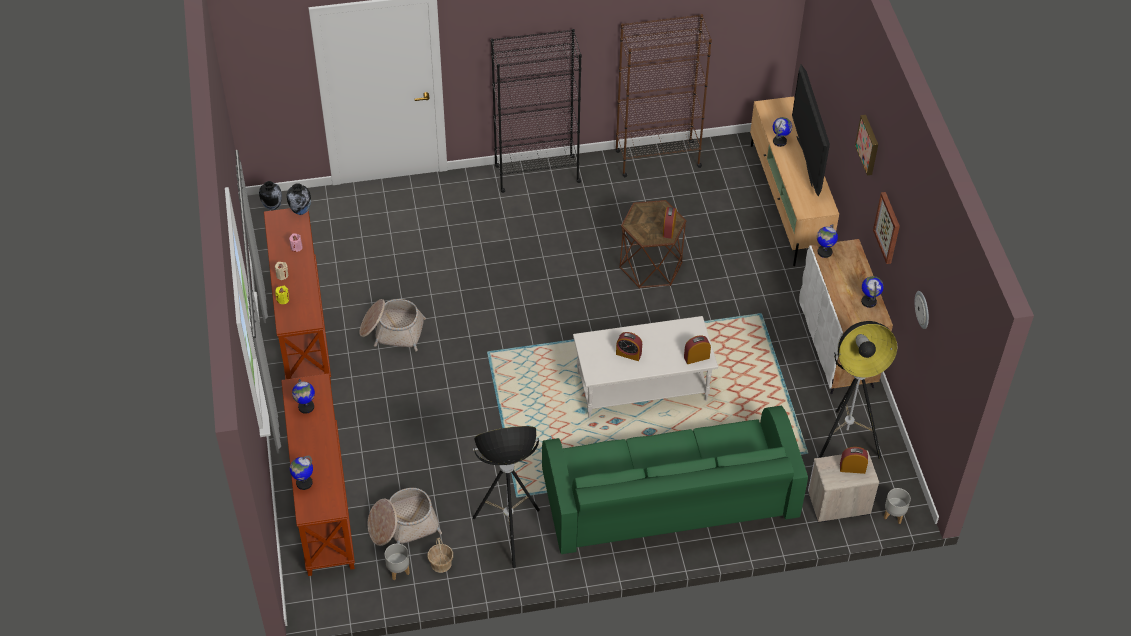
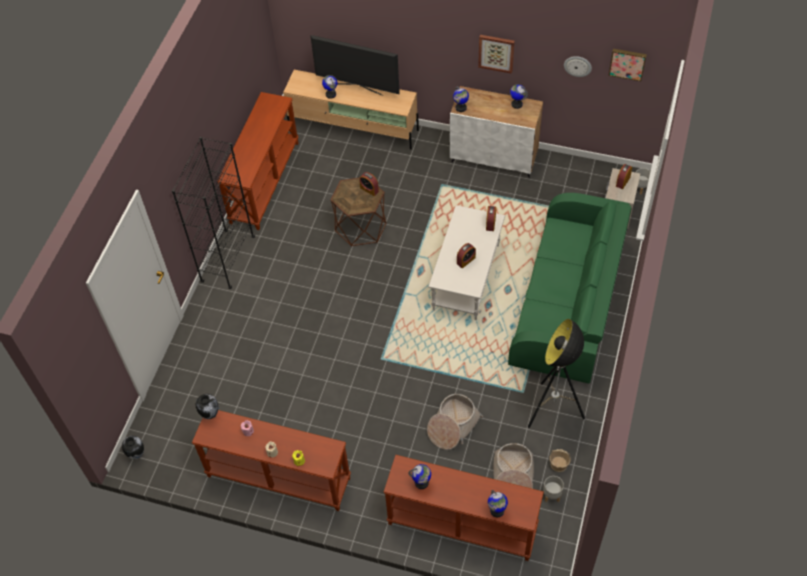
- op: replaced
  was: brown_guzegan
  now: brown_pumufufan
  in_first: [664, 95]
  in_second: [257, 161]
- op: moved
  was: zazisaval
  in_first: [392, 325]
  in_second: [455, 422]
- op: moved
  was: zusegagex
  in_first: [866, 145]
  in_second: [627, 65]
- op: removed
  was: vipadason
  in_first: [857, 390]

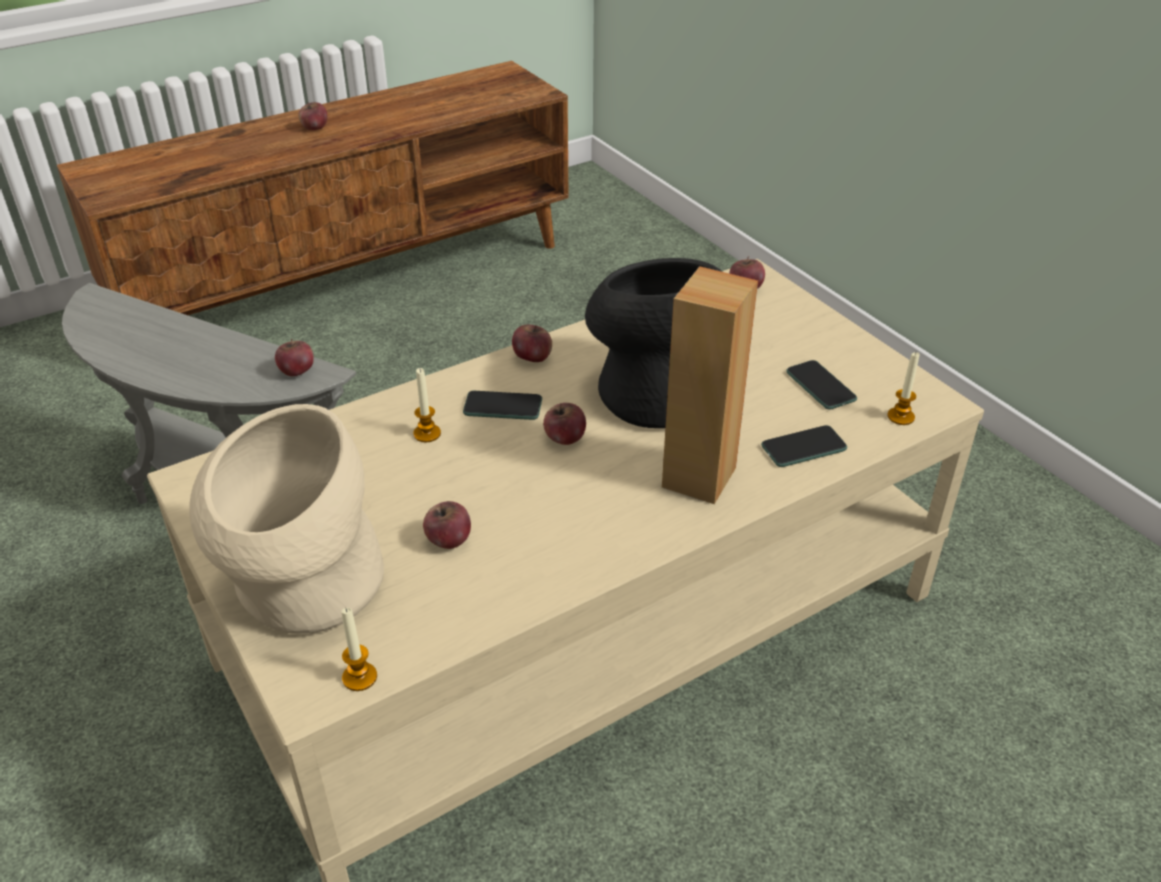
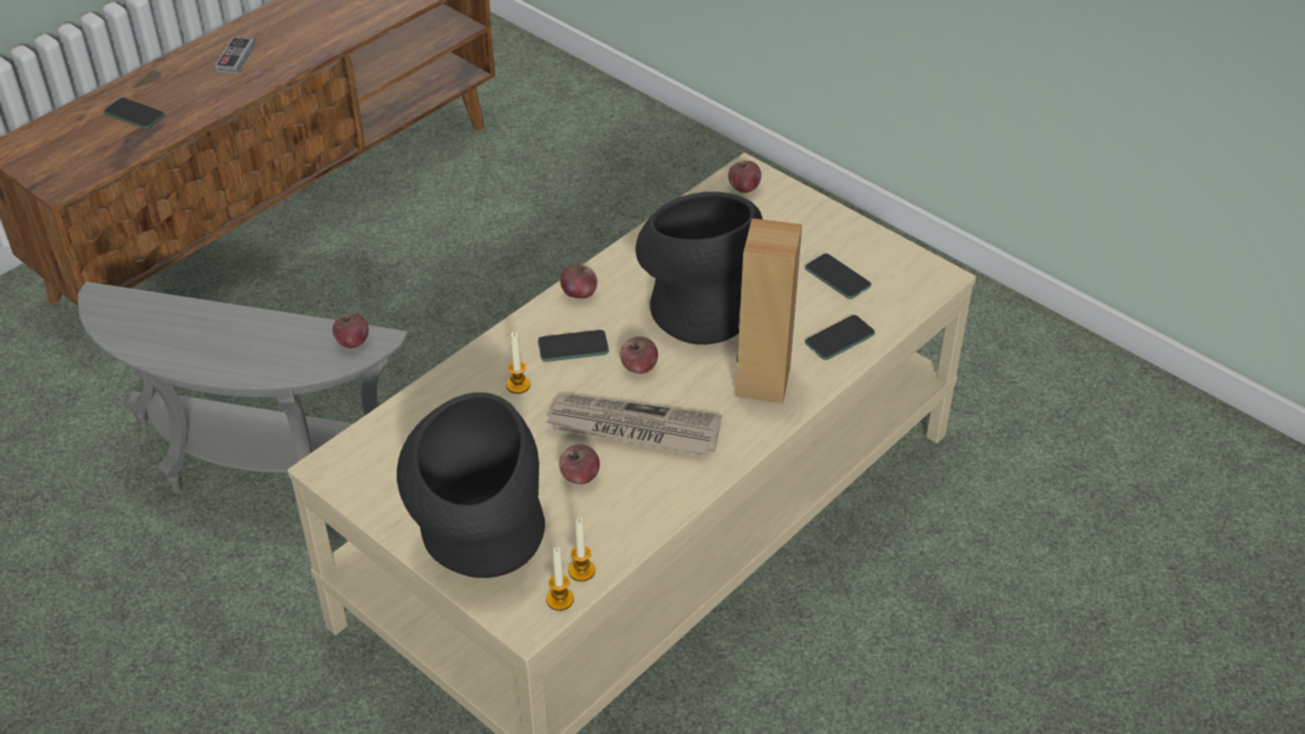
- op: added
  now: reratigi
  in_second: [134, 113]
- op: replaced
  was: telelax
  now: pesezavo
  in_first: [313, 116]
  in_second: [235, 55]
- op: recoloured
  was: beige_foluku
  now: black_foluku
  in_first: [286, 519]
  in_second: [471, 485]
- op: added
  now: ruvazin
  in_second: [634, 425]
- op: moved
  was: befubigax
  in_first: [903, 388]
  in_second: [581, 549]

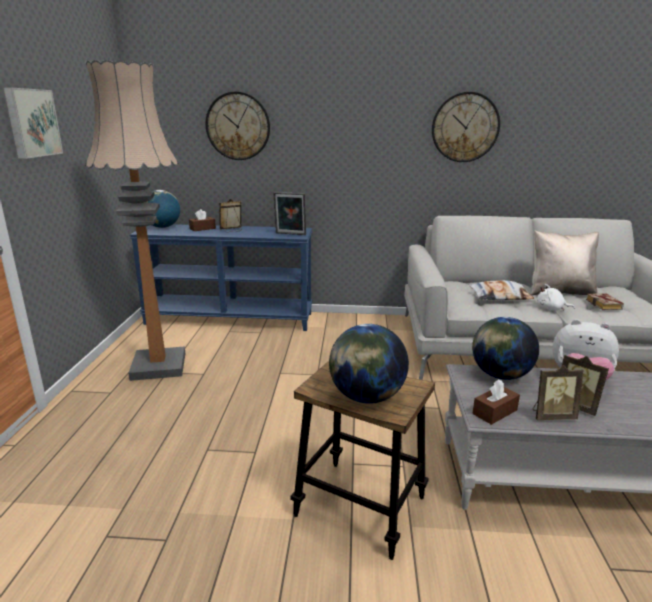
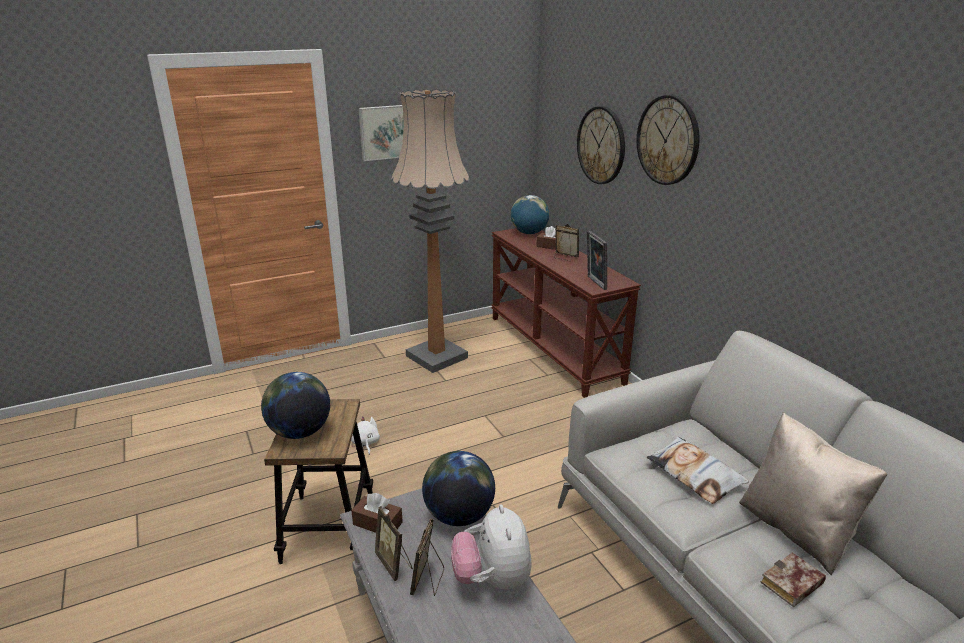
- op: moved
  was: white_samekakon
  in_first: [556, 297]
  in_second: [365, 435]
- op: recoloured
  was: blue_pumufufan
  now: brown_pumufufan
  in_first: [221, 277]
  in_second: [566, 313]
- op: moved
  was: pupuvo
  in_first: [466, 127]
  in_second: [668, 140]

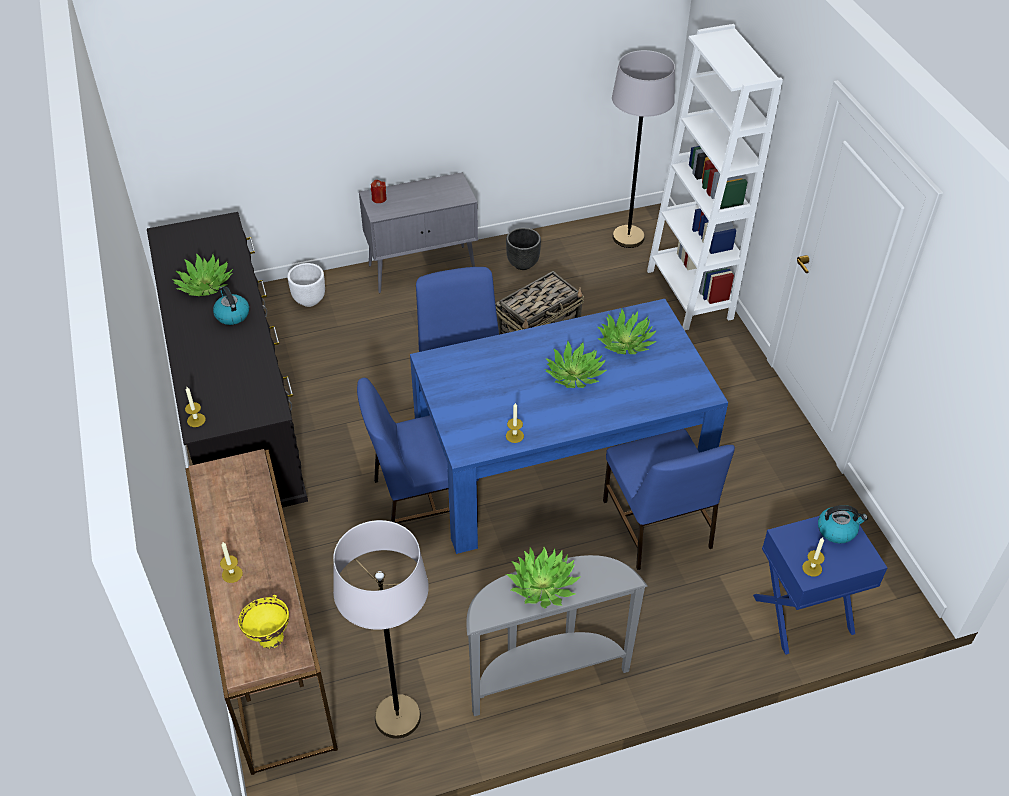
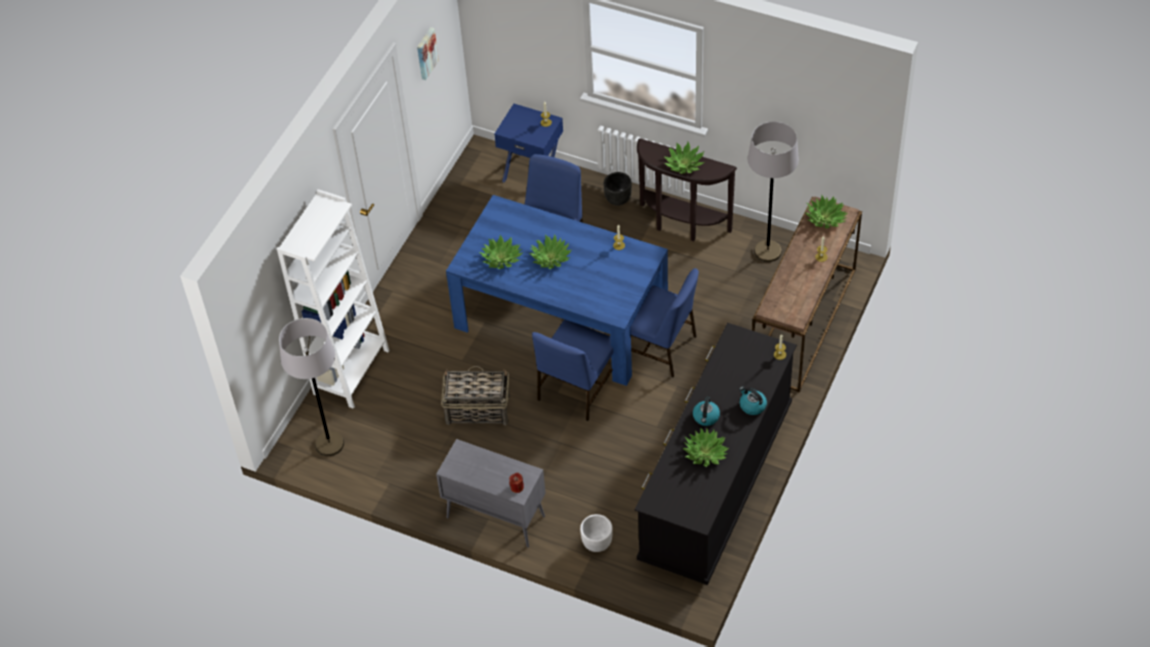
- op: added
  now: zusegagex
  in_second: [428, 53]
- op: moved
  was: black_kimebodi
  in_first: [523, 249]
  in_second: [617, 189]
- op: recoloured
  was: grey_pumufufan
  now: brown_pumufufan
  in_first: [557, 635]
  in_second: [687, 189]
- op: moved
  was: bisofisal
  in_first: [843, 524]
  in_second: [753, 401]
- op: replaced
  was: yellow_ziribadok
  now: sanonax
  in_first: [263, 622]
  in_second: [826, 212]

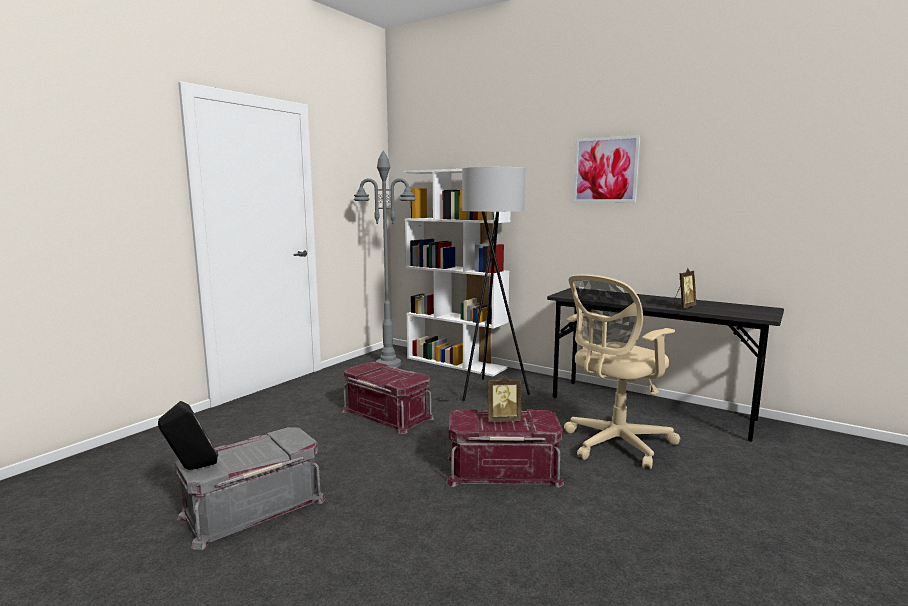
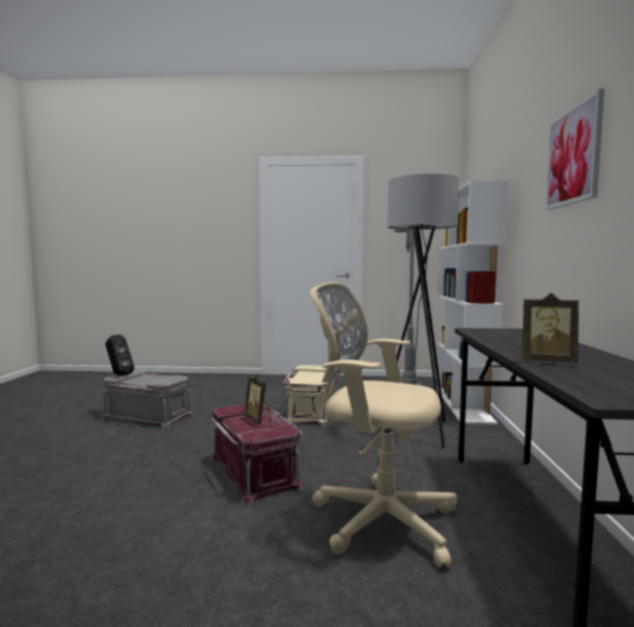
- op: recoloured
  was: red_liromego
  now: beige_liromego
  in_first: [388, 398]
  in_second: [309, 395]

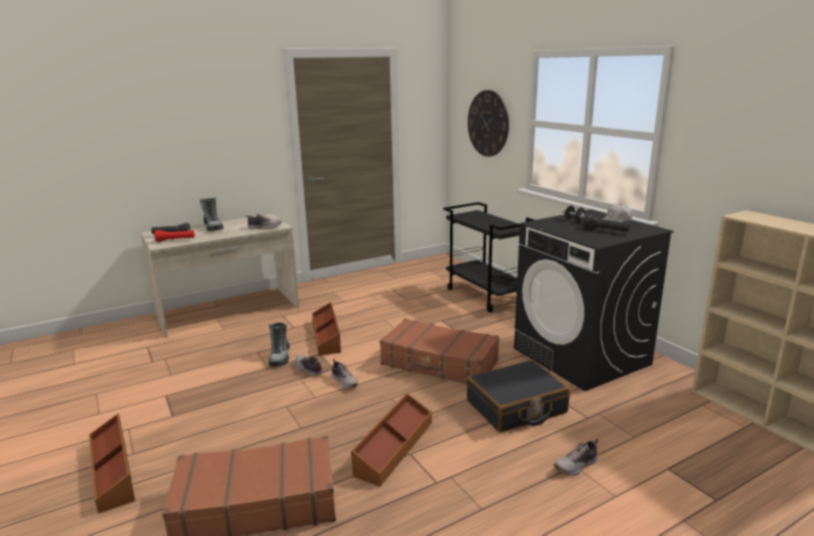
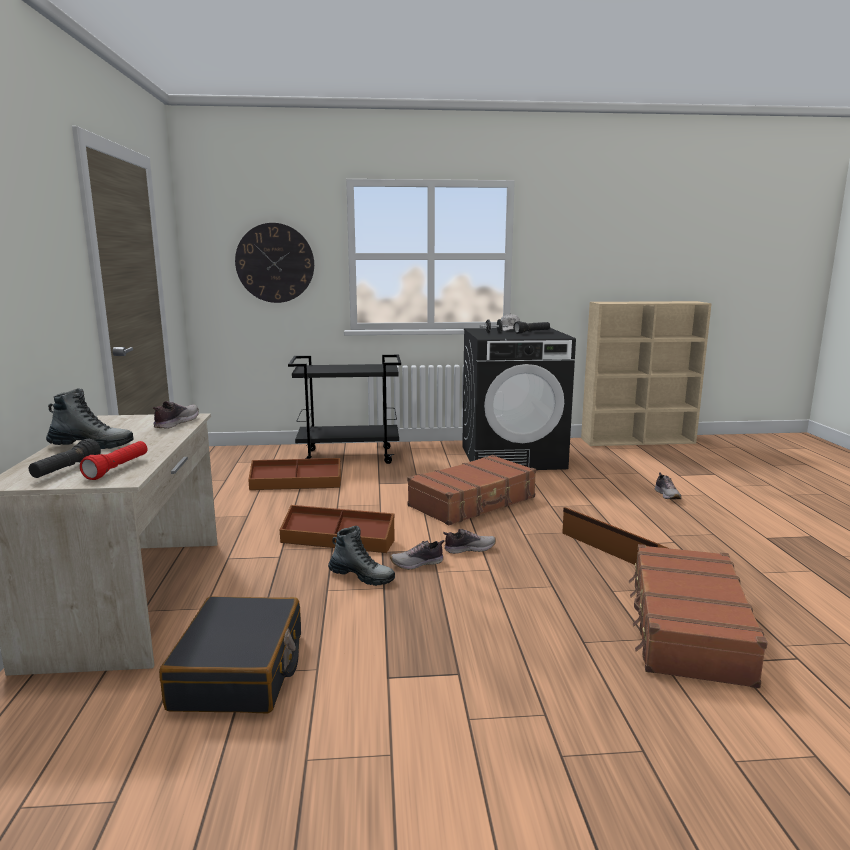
- op: moved
  was: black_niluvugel
  in_first: [518, 396]
  in_second: [230, 654]
- op: moved
  was: brown_liromego
  in_first: [112, 464]
  in_second: [294, 474]

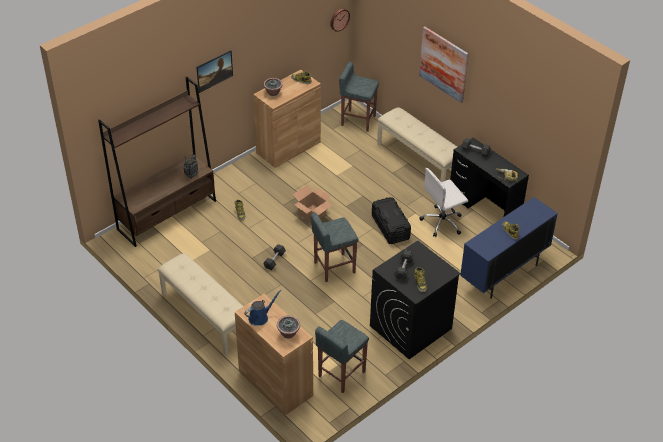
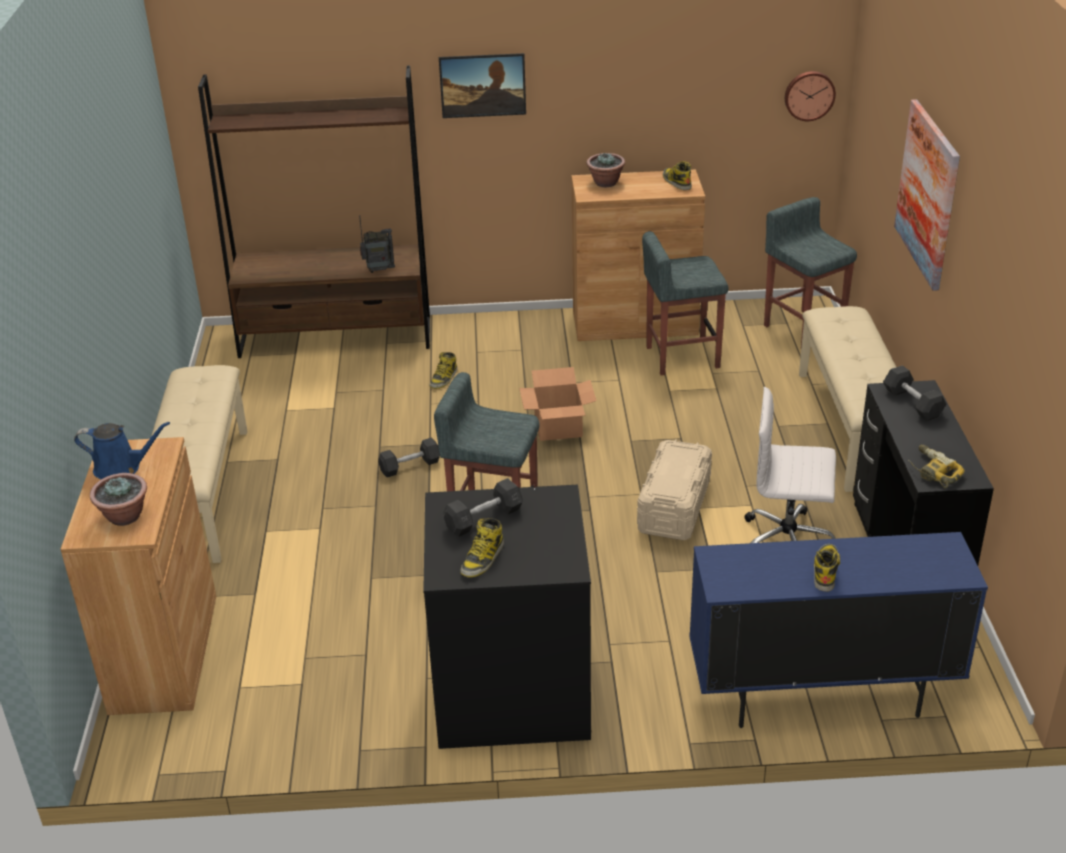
- op: recoloured
  was: black_liromego
  now: beige_liromego
  in_first: [391, 220]
  in_second: [674, 489]
- op: moved
  was: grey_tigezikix
  in_first: [342, 356]
  in_second: [685, 303]

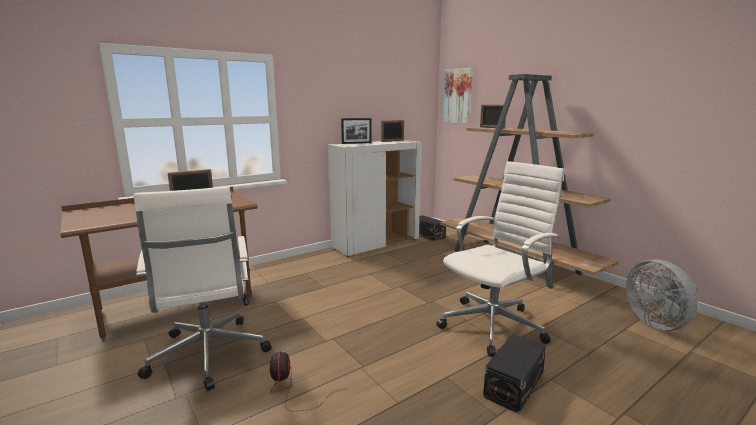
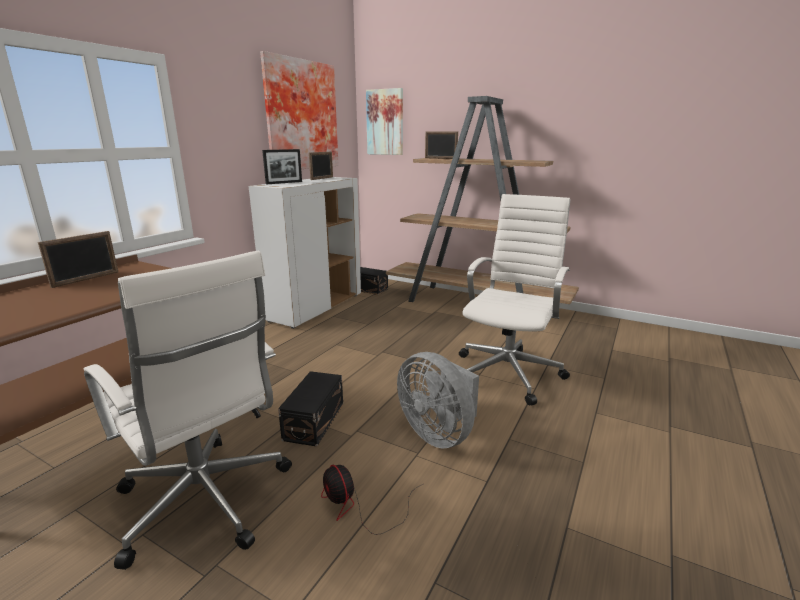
- op: added
  now: zusegagex
  in_second: [299, 110]
- op: moved
  was: black_liromego
  in_first: [514, 373]
  in_second: [310, 409]
- op: moved
  was: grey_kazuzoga
  in_first: [662, 295]
  in_second: [438, 400]

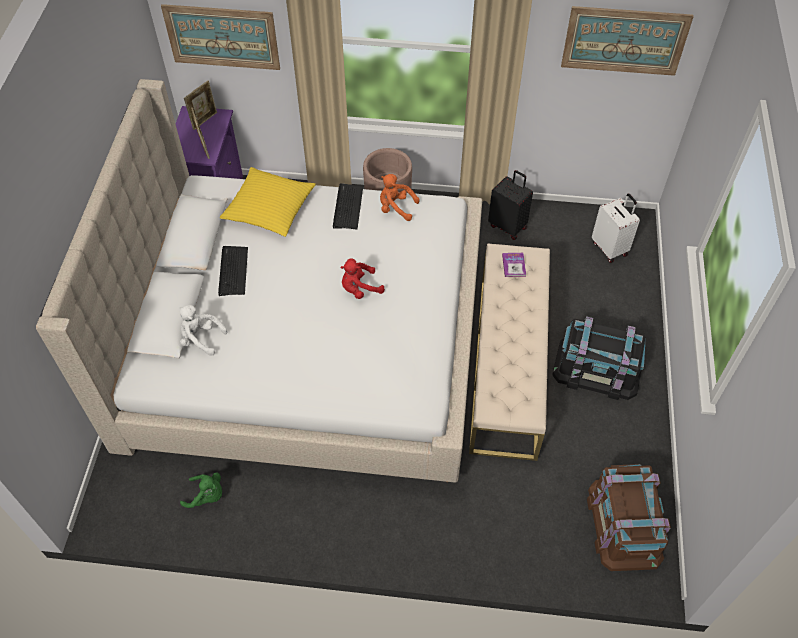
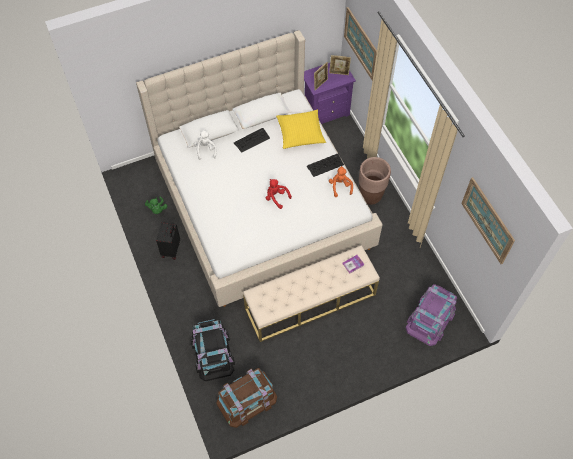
- op: moved
  was: black_niluvugel
  in_first: [510, 205]
  in_second: [168, 241]
- op: moved
  was: black_liromego
  in_first: [600, 358]
  in_second: [213, 350]
- op: replaced
  was: white_niluvugel
  now: purple_liromego
  in_first: [616, 228]
  in_second: [431, 315]

